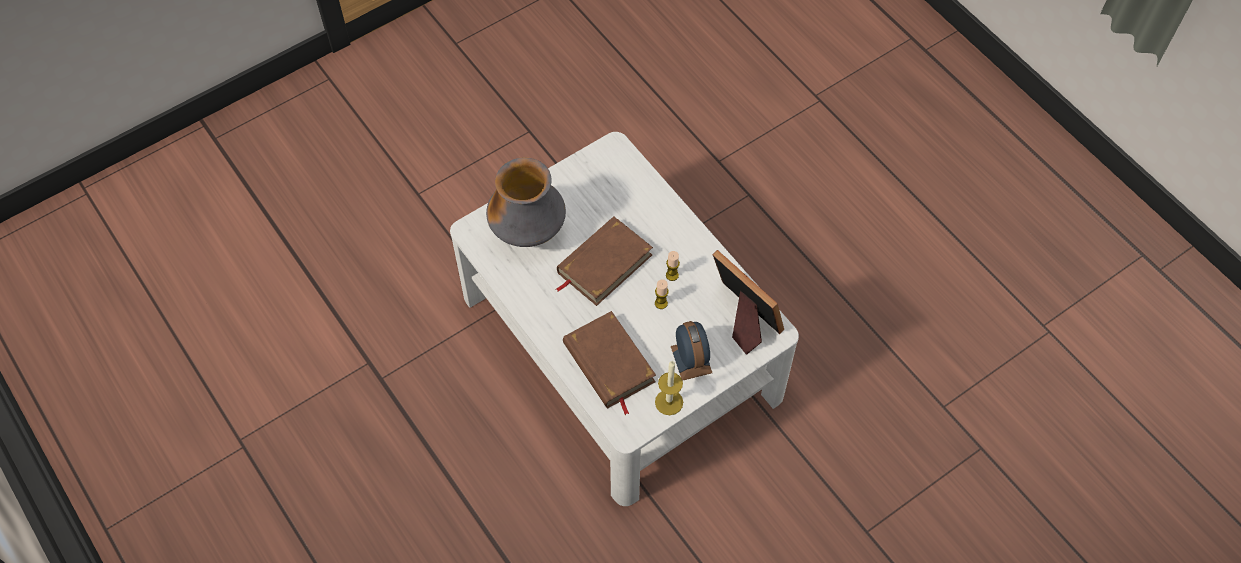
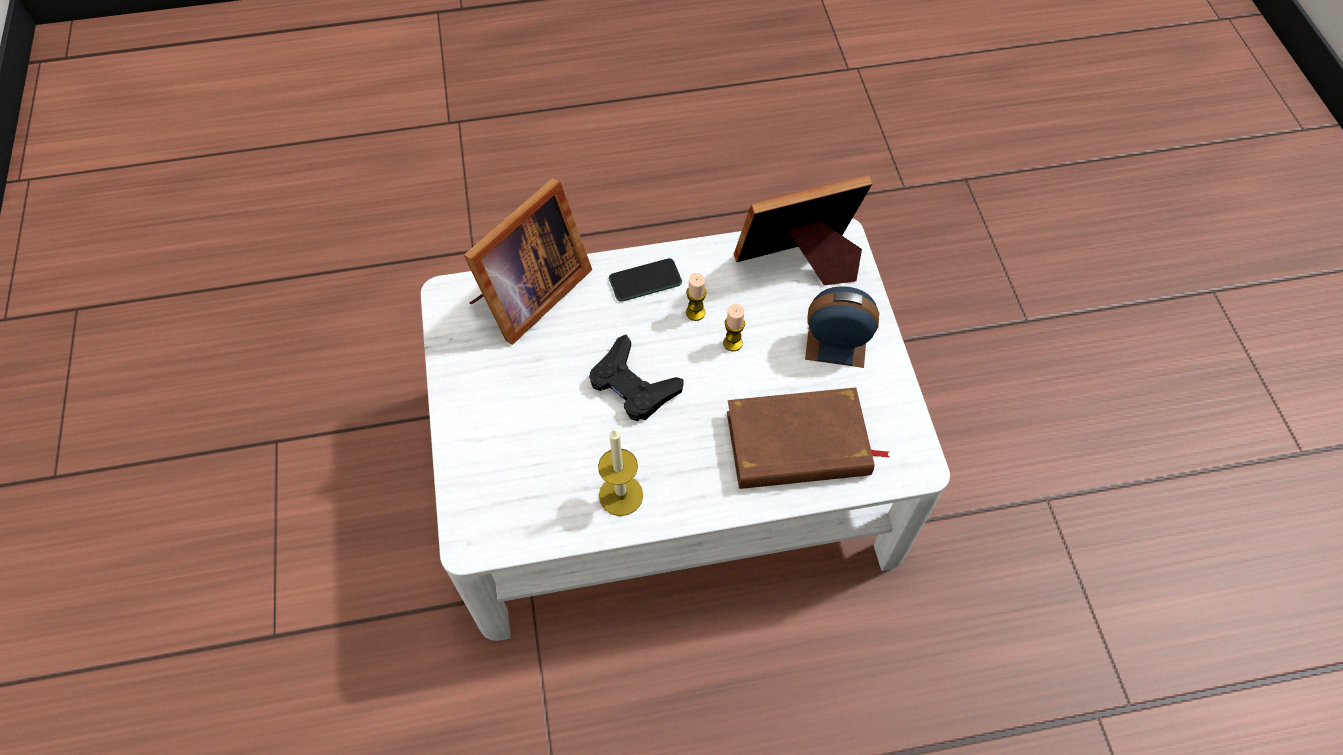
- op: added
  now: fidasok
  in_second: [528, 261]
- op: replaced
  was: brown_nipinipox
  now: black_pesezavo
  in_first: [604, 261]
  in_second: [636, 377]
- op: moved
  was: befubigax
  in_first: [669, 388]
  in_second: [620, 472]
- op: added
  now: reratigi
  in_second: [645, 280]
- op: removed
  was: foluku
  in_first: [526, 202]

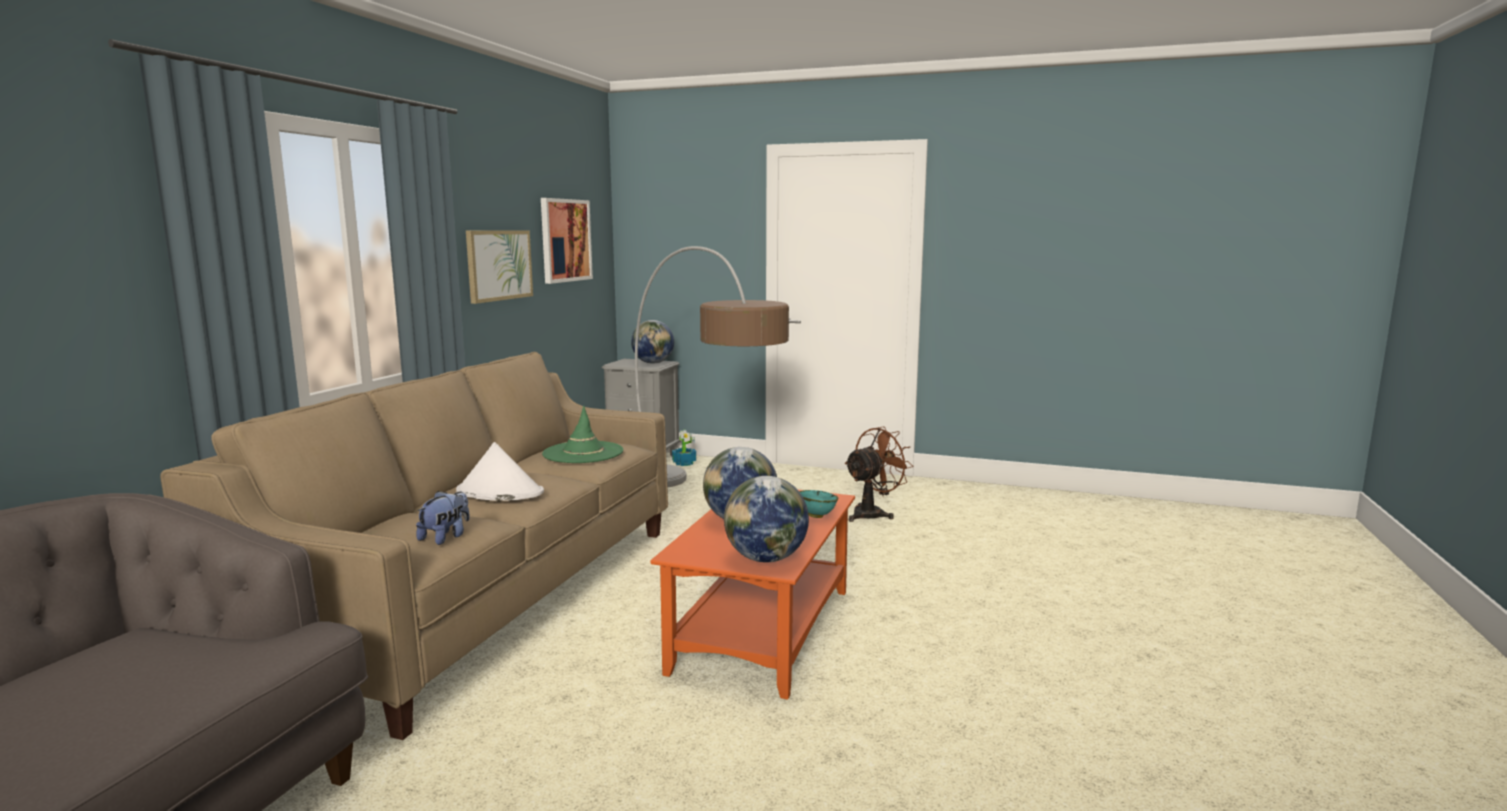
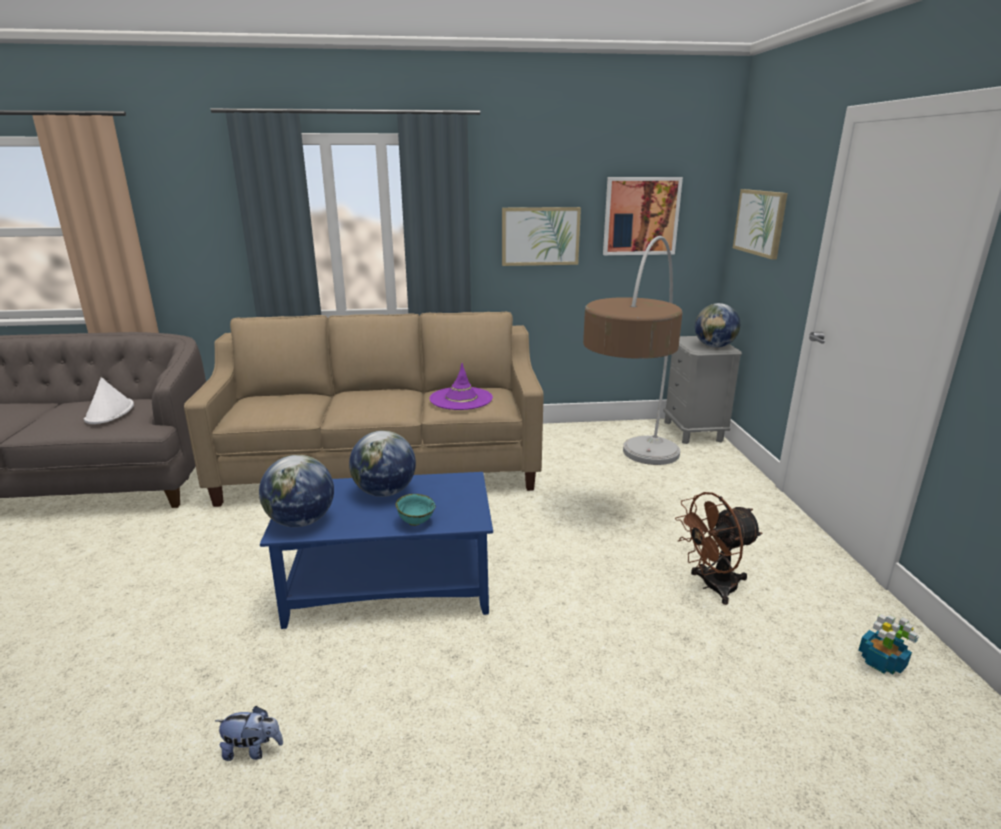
- op: moved
  was: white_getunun
  in_first: [500, 471]
  in_second: [109, 400]
- op: moved
  was: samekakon
  in_first: [443, 518]
  in_second: [249, 733]
- op: recoloured
  was: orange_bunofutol
  now: blue_bunofutol
  in_first: [752, 595]
  in_second: [376, 550]
- op: recoloured
  was: green_getunun
  now: purple_getunun
  in_first: [582, 434]
  in_second: [461, 386]
- op: turned
  was: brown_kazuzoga
  in_first: [879, 474]
  in_second: [718, 548]
  clockwise: 135
- op: added
  now: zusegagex
  in_second: [760, 224]
- op: moved
  was: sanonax
  in_first: [684, 448]
  in_second: [889, 644]

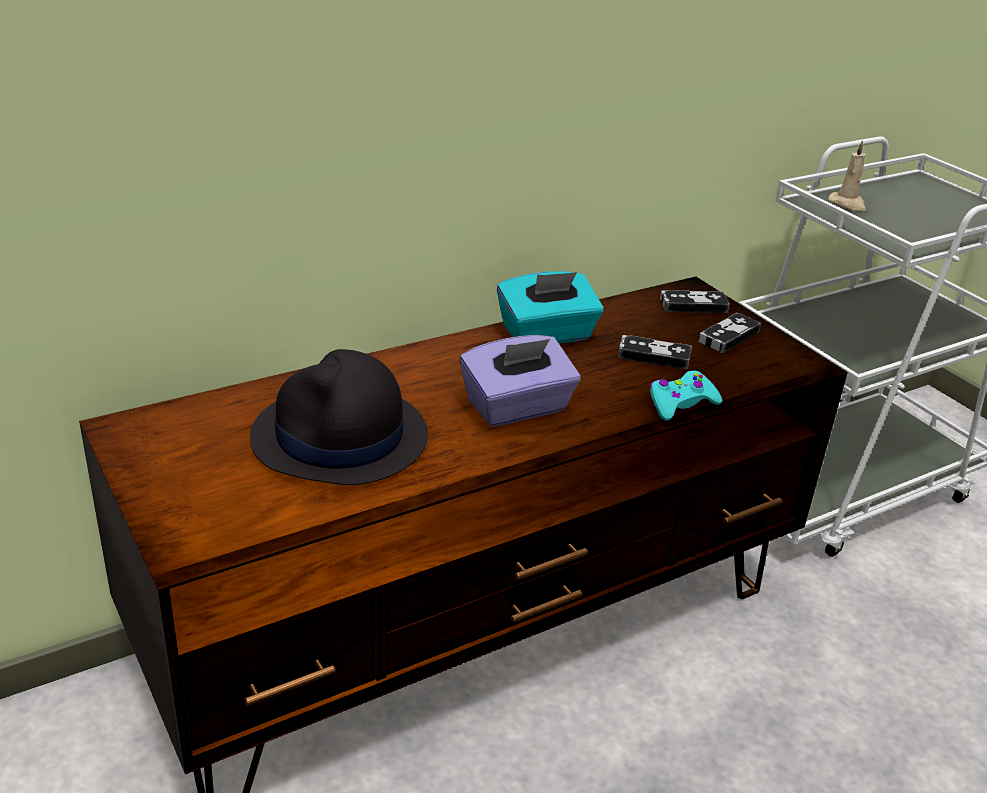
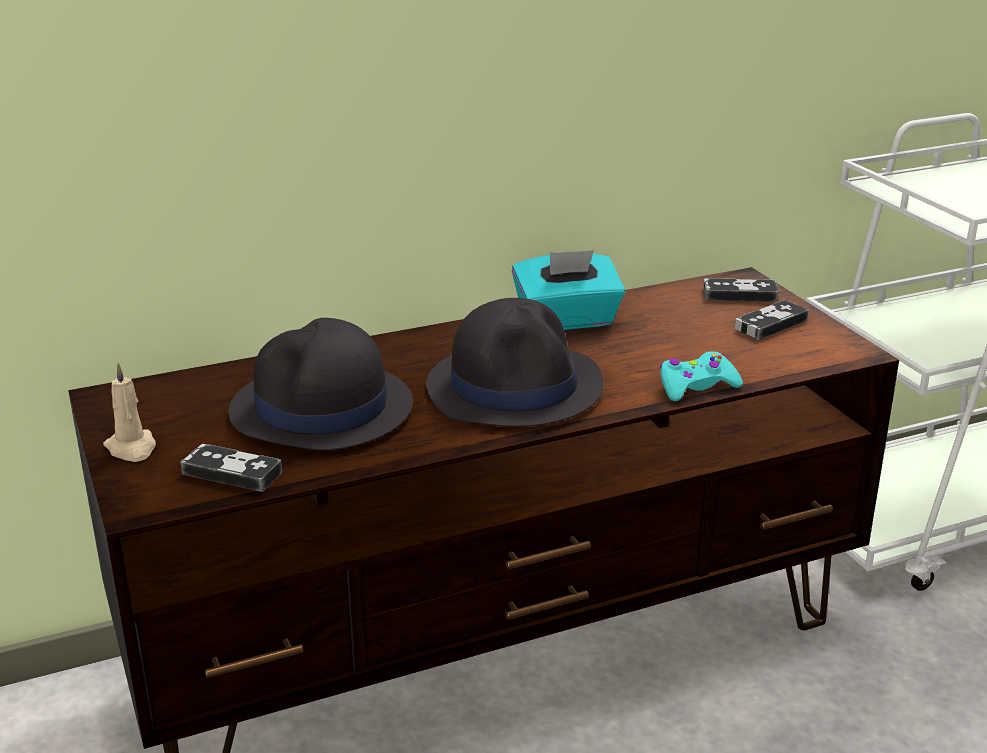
- op: moved
  was: beige_befubigax
  in_first: [847, 175]
  in_second: [129, 412]
- op: moved
  was: pesezavo
  in_first: [655, 352]
  in_second: [231, 468]
- op: replaced
  was: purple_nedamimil
  now: black_getunun
  in_first: [520, 380]
  in_second: [515, 362]

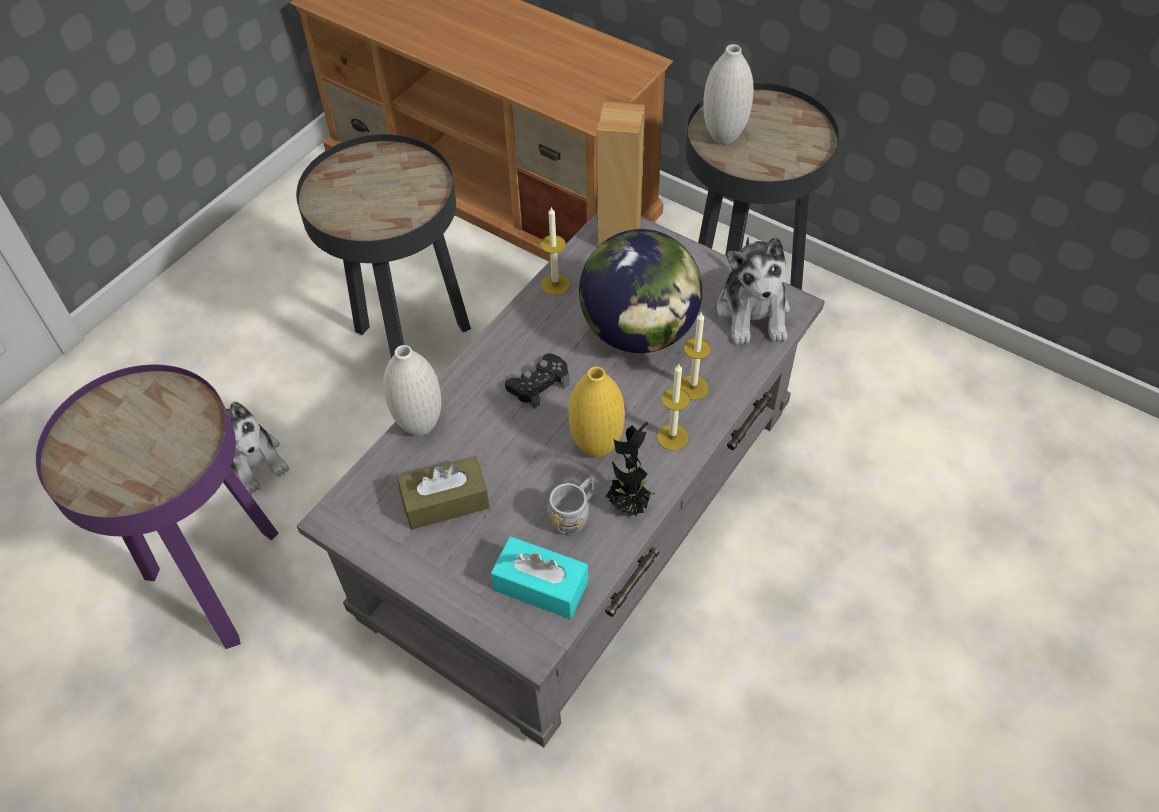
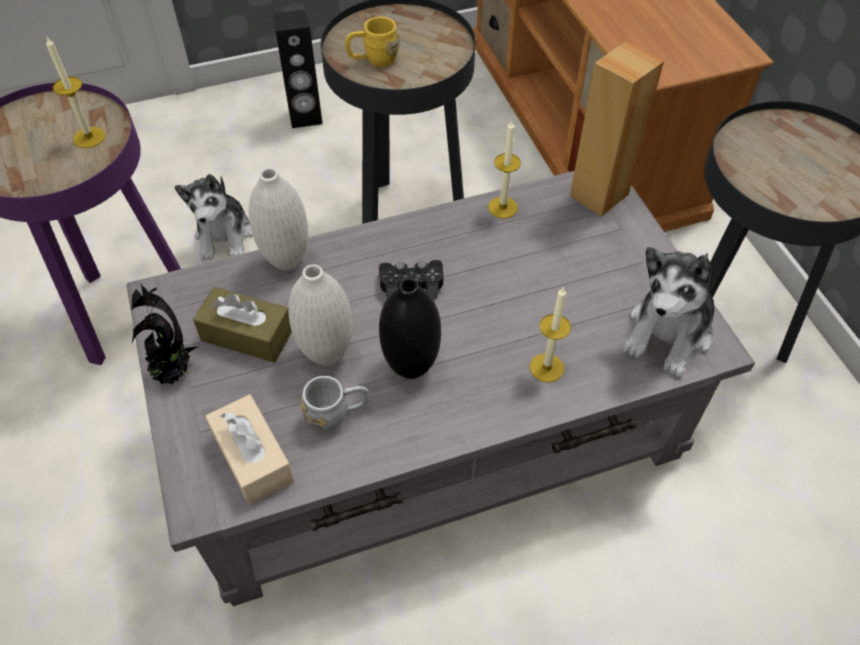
- op: moved
  was: befubigax
  in_first: [673, 407]
  in_second: [75, 92]
- op: moved
  was: sanonax
  in_first: [630, 469]
  in_second: [164, 333]
- op: recoloured
  was: turquoise_nedamimil
  now: beige_nedamimil
  in_first: [539, 577]
  in_second: [249, 449]
- op: added
  now: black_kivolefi
  in_second: [298, 69]
- op: moved
  was: white_foluku
  in_first: [728, 94]
  in_second: [320, 314]
- op: added
  now: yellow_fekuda
  in_second: [372, 42]
- op: recoloured
  was: yellow_foluku
  now: black_foluku
  in_first: [596, 412]
  in_second: [410, 328]
- op: removed
  was: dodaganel
  in_first: [641, 291]

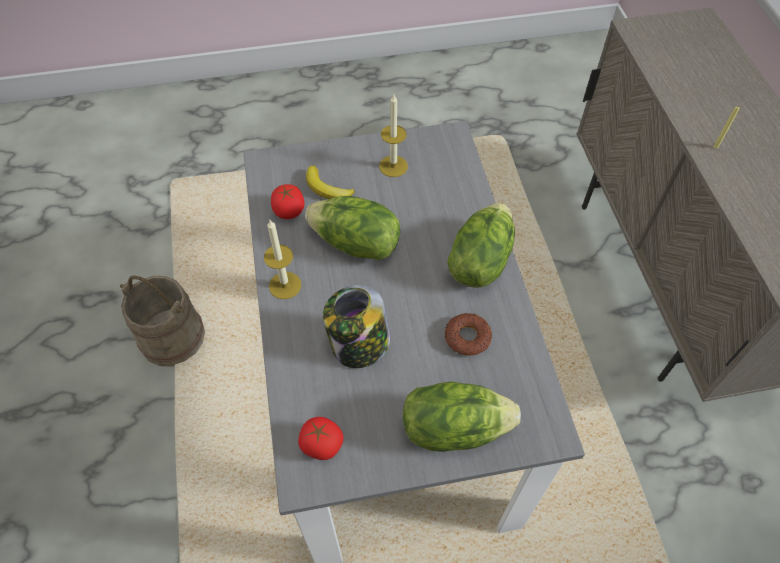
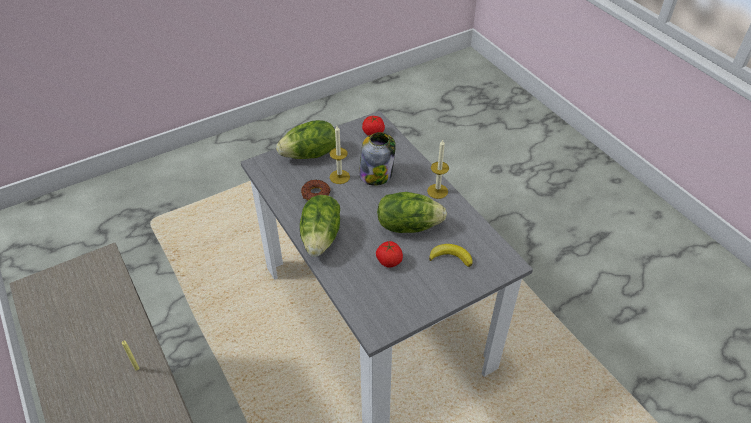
- op: moved
  was: befubigax
  in_first: [393, 136]
  in_second: [340, 155]
- op: moved
  was: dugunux
  in_first: [287, 201]
  in_second: [389, 254]
- op: removed
  was: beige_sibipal
  in_first: [162, 321]

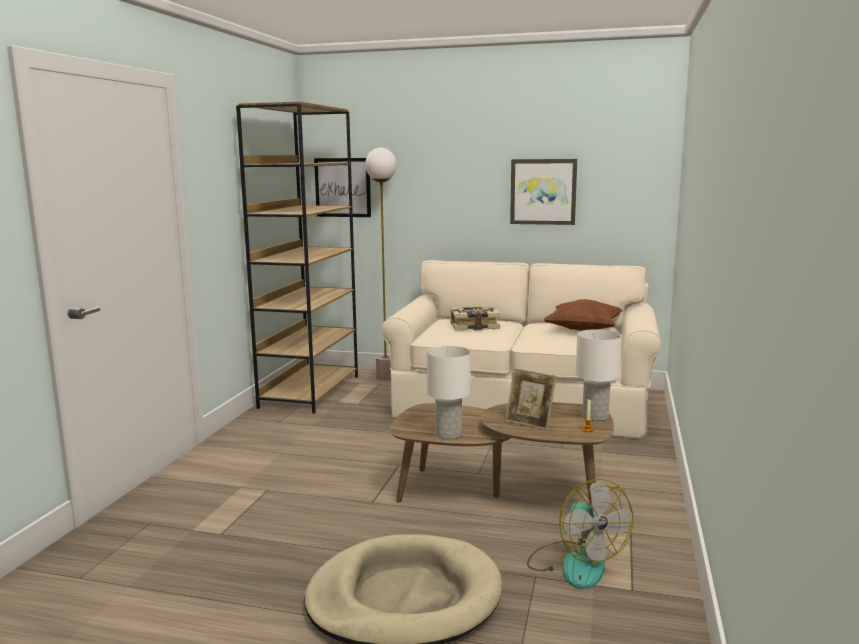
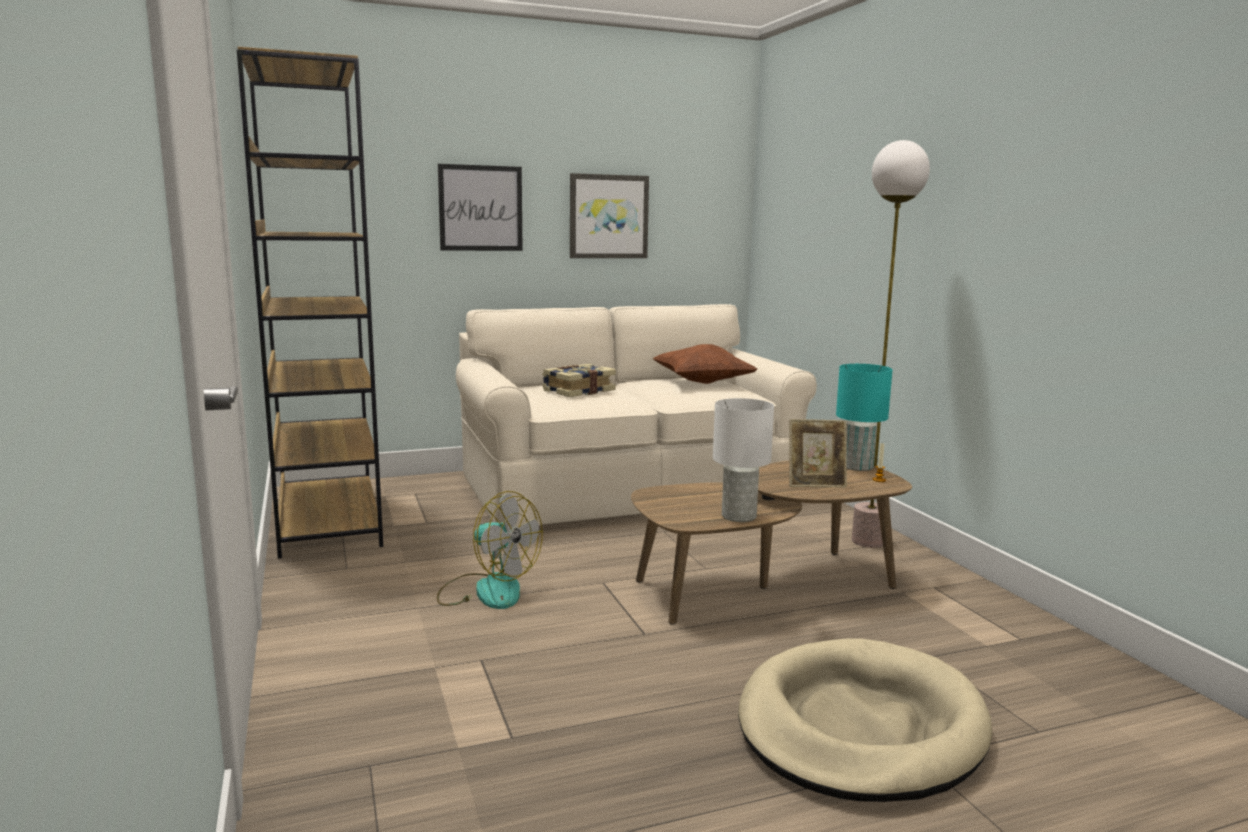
- op: moved
  was: kazuzoga
  in_first: [580, 534]
  in_second: [490, 550]
- op: moved
  was: zusegagex
  in_first: [342, 187]
  in_second: [480, 207]
- op: recoloured
  was: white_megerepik
  now: turquoise_megerepik
  in_first: [599, 375]
  in_second: [864, 417]
- op: moved
  was: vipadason
  in_first: [381, 264]
  in_second: [891, 344]

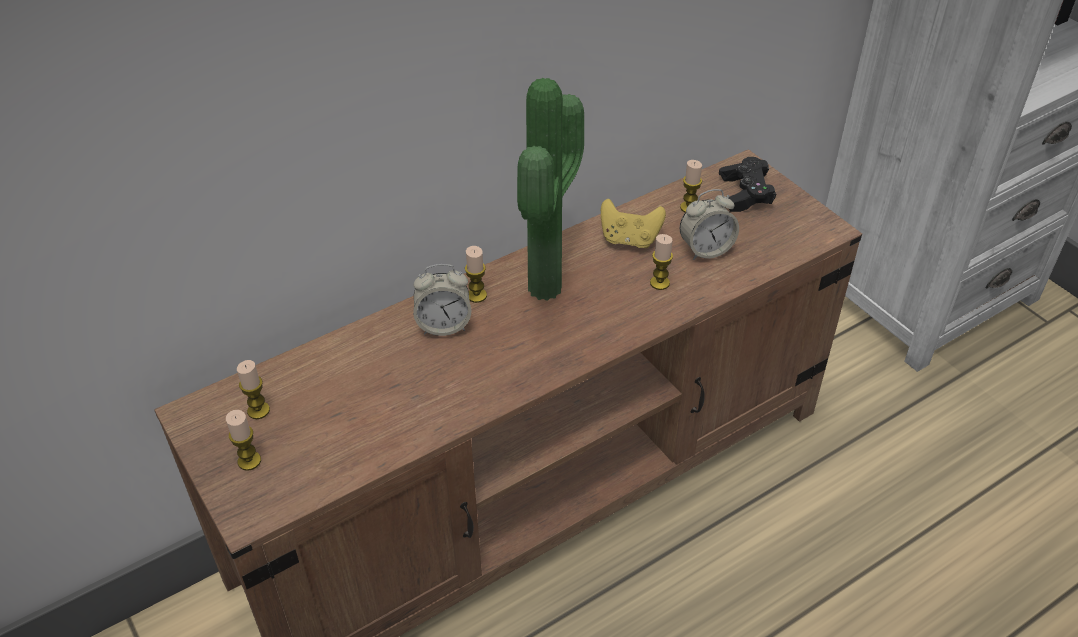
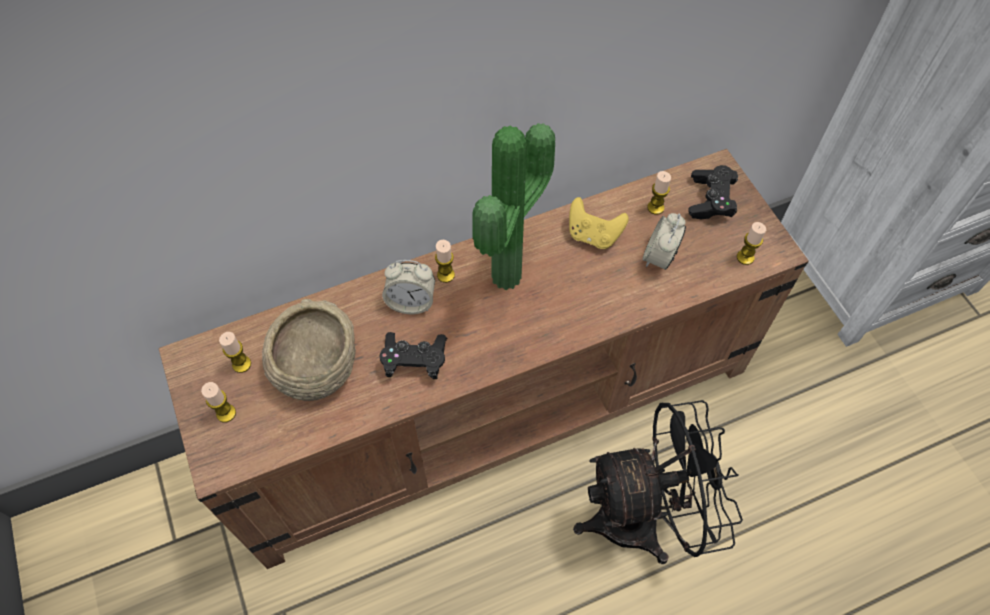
- op: added
  now: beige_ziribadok
  in_second: [309, 350]
- op: added
  now: black_pesezavo
  in_second: [413, 355]
- op: added
  now: black_kazuzoga
  in_second: [658, 482]
- op: turned
  was: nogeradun
  in_first: [709, 224]
  in_second: [664, 241]
  clockwise: 120
- op: moved
  was: befubigax
  in_first: [661, 262]
  in_second: [751, 243]

